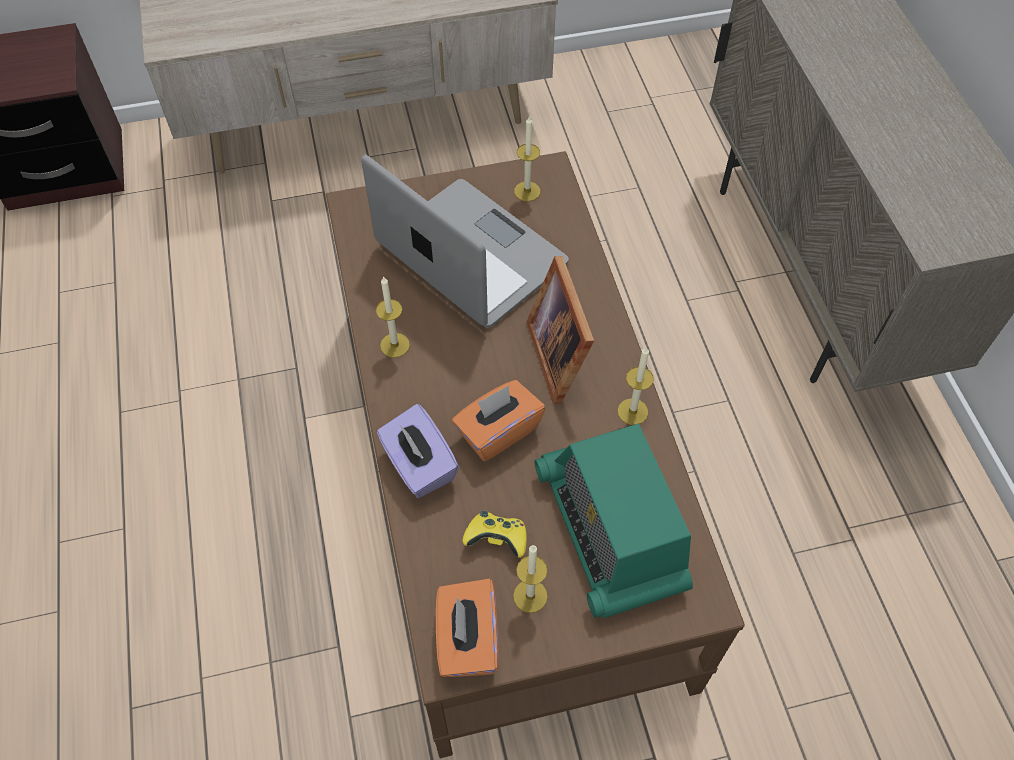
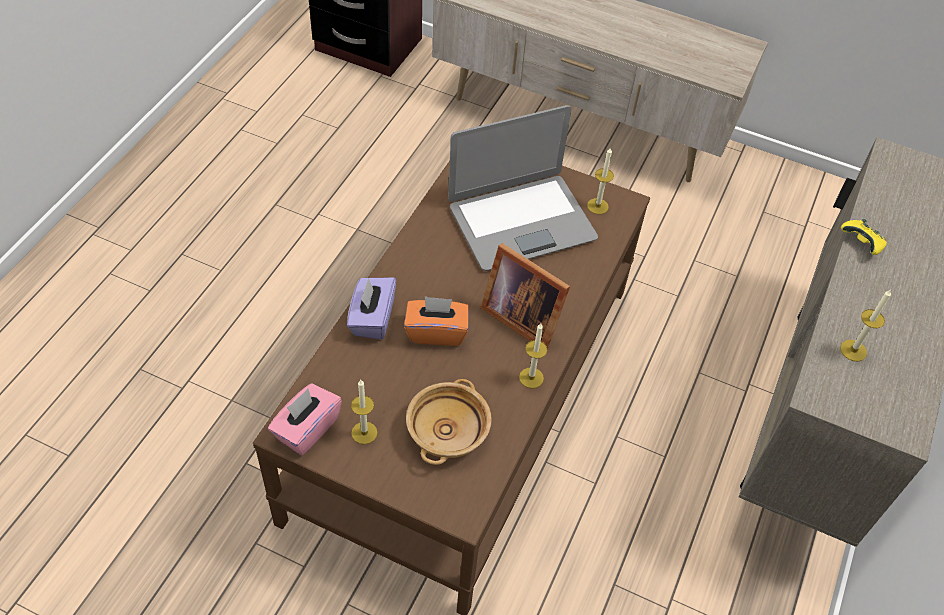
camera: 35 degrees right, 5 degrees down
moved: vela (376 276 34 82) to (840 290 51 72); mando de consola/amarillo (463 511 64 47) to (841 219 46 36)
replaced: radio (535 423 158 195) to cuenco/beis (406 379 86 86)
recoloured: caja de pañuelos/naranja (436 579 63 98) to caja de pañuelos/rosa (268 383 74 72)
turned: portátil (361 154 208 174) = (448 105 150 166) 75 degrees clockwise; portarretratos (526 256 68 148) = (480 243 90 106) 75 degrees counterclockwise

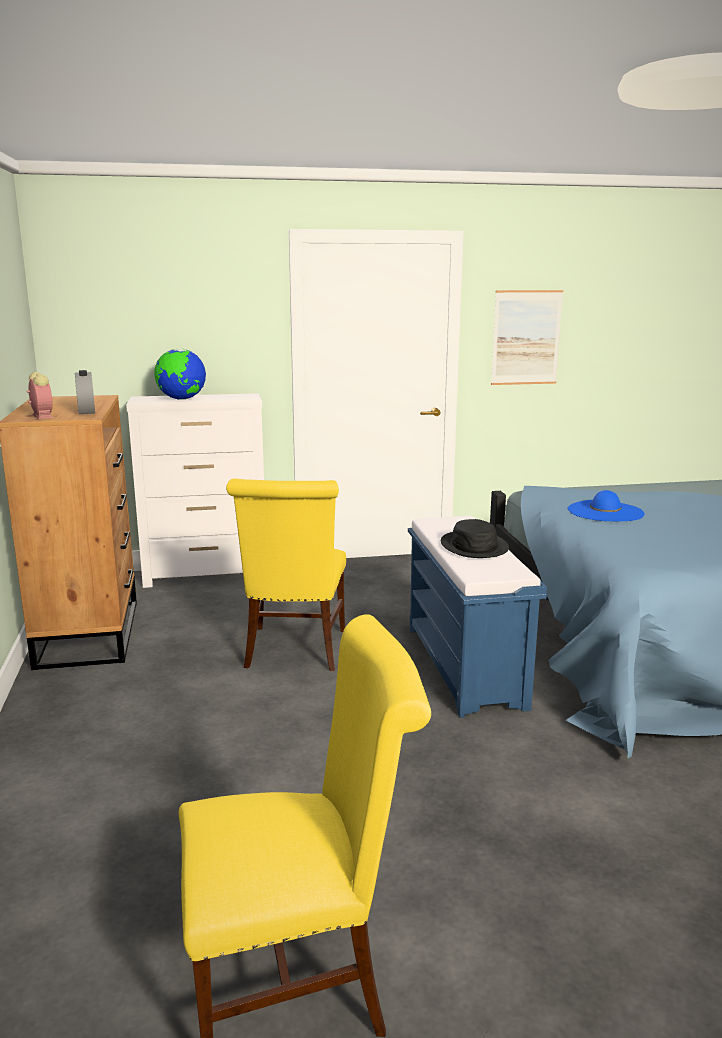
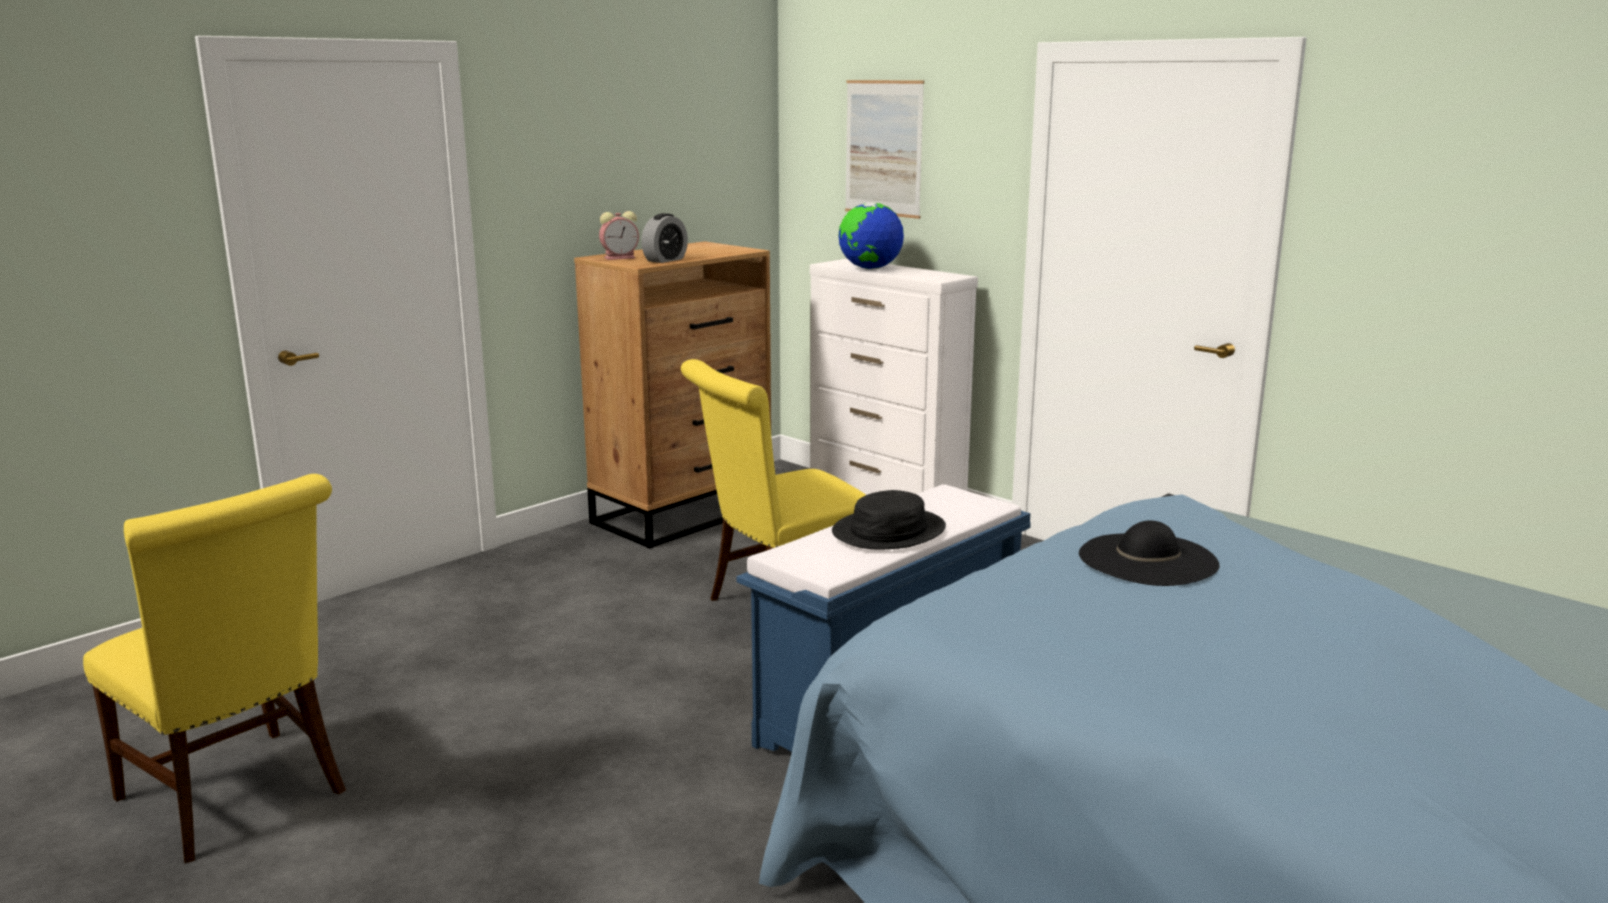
camera: 55 degrees right, 0 degrees up
moved: cuadro (491 290 72 95) to (845 80 79 139)
recoloured: sombrero/azul (568 490 76 31) to sombrero/negro (1079 520 141 66)
turned: despertador (27 372 26 47) = (599 211 40 49) 45 degrees clockwise

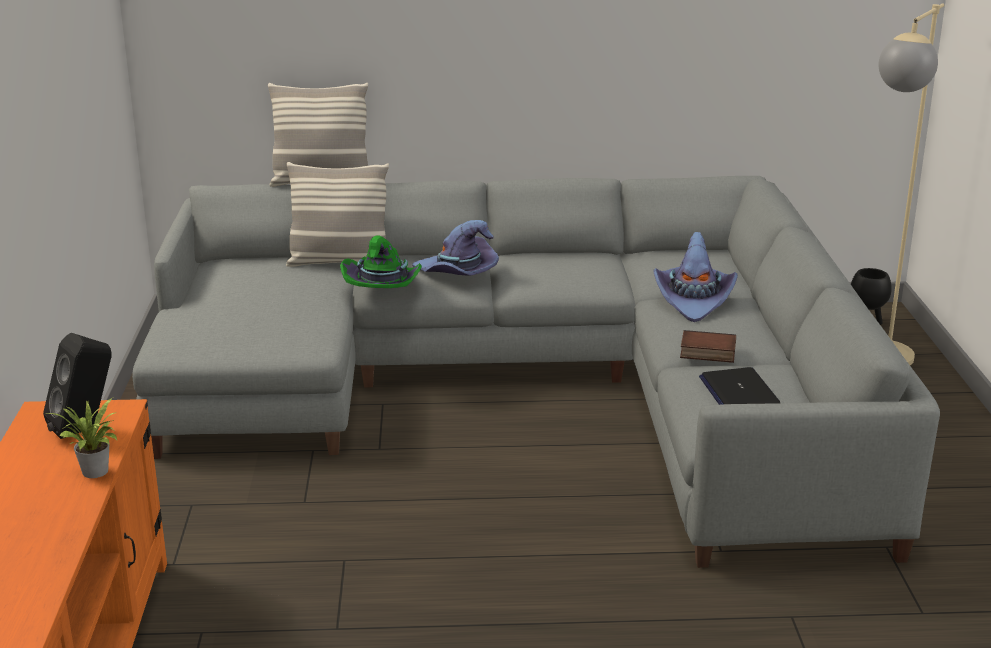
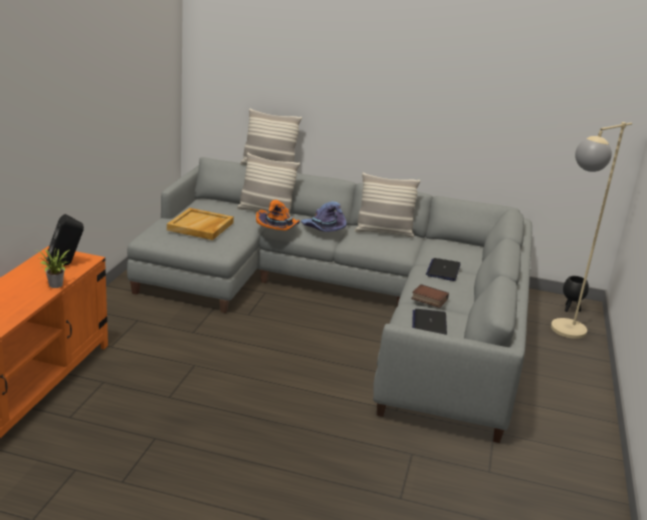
camera: 15 degrees right, 0 degrees up
added: bandeja/beis (167 208 67 32); cojín (355 172 65 65)
replaced: sombrero/morado (654 232 84 90) to portátil (426 258 34 23)
recoloured: sombrero/verde (340 235 82 53) to sombrero/naranja (256 200 44 30)

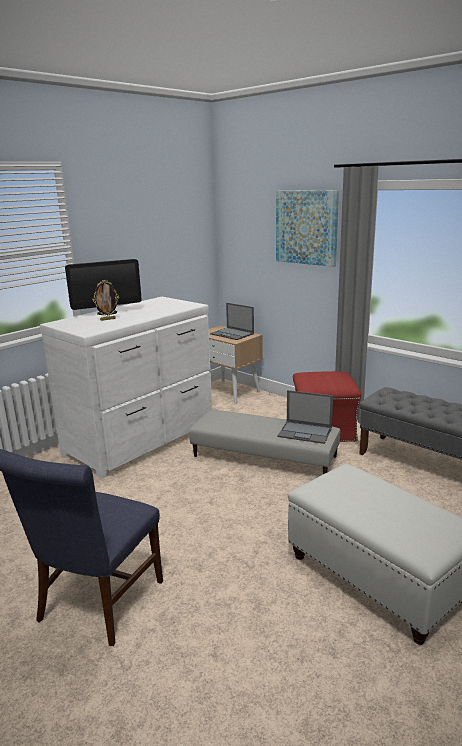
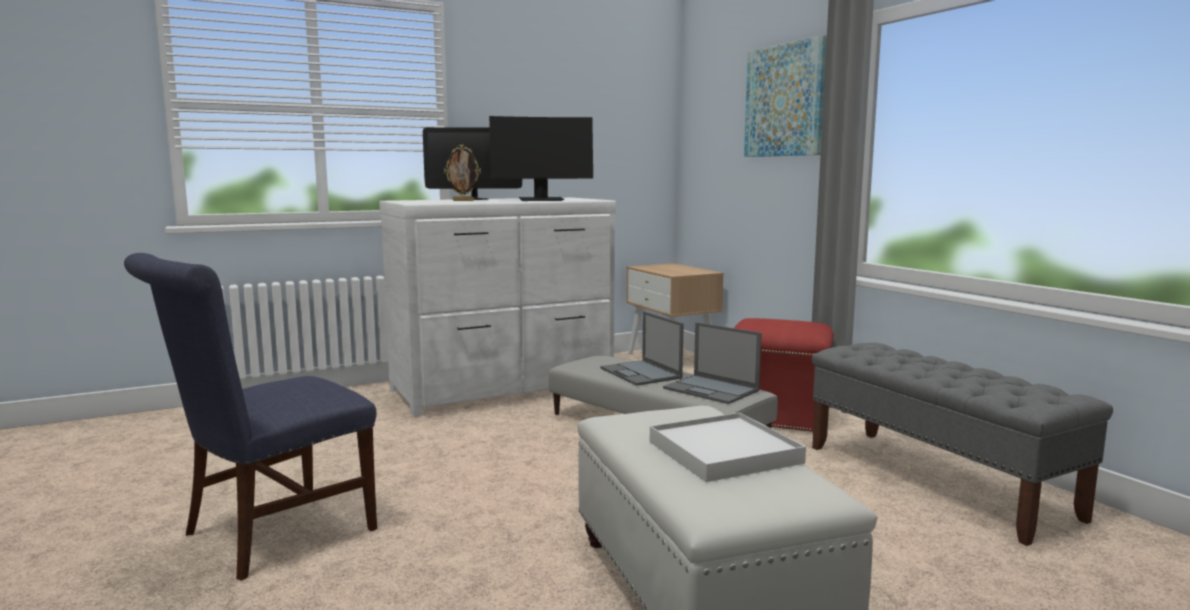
camera: 20 degrees right, 10 degrees down
added: monitor (489 116 104 85); bandeja/blanco (650 413 156 69)
moved: portátil (210 303 44 37) to (600 311 84 75)

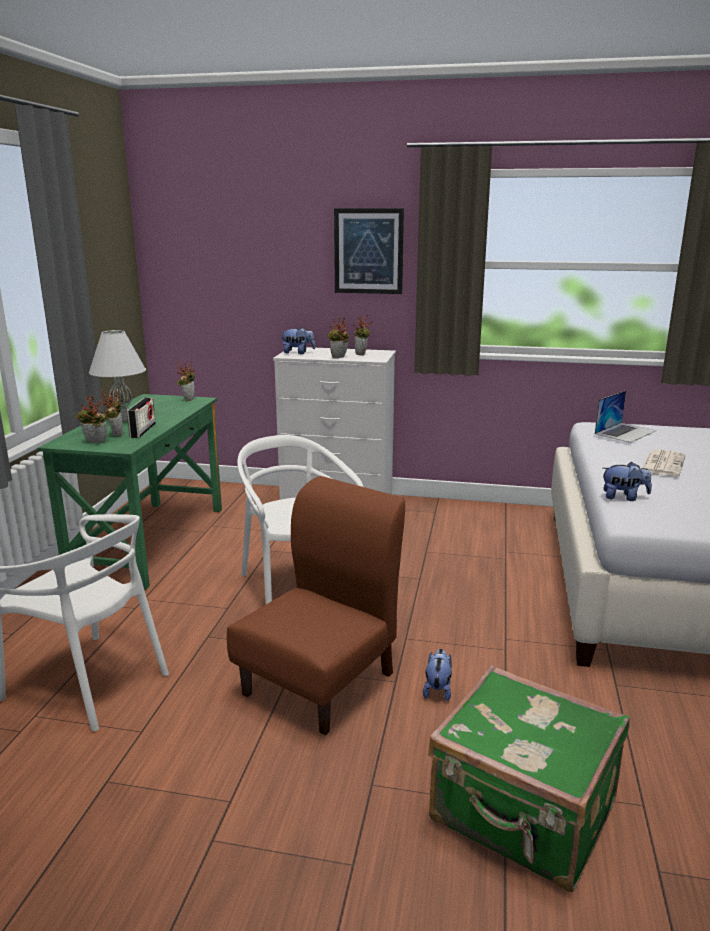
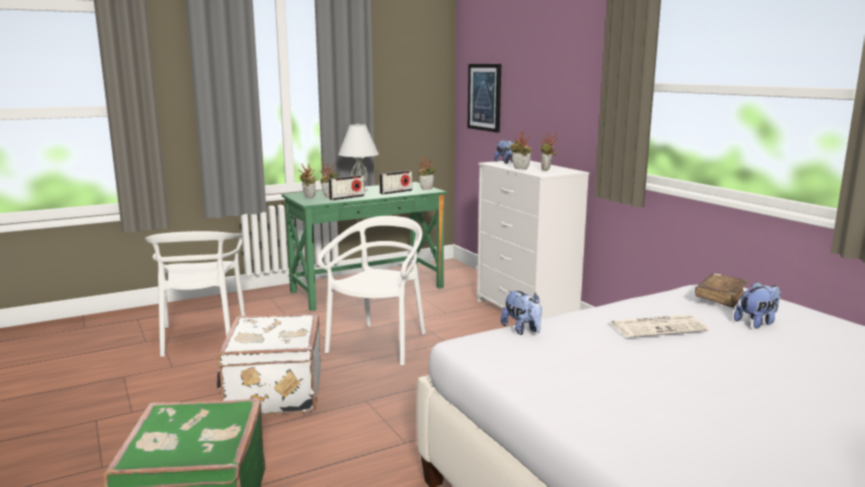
camera: 50 degrees right, 5 degrees down
added: radio (379 170 33 25)
moved: cuadro (334 208 70 86) to (468 64 33 69); peluche (423 649 29 52) to (734 282 47 47)
replaced: silla/marrón (227 476 178 259) to maleta/blanco (217 313 104 102); portátil (595 391 61 52) to libro/marrón (695 273 53 35)

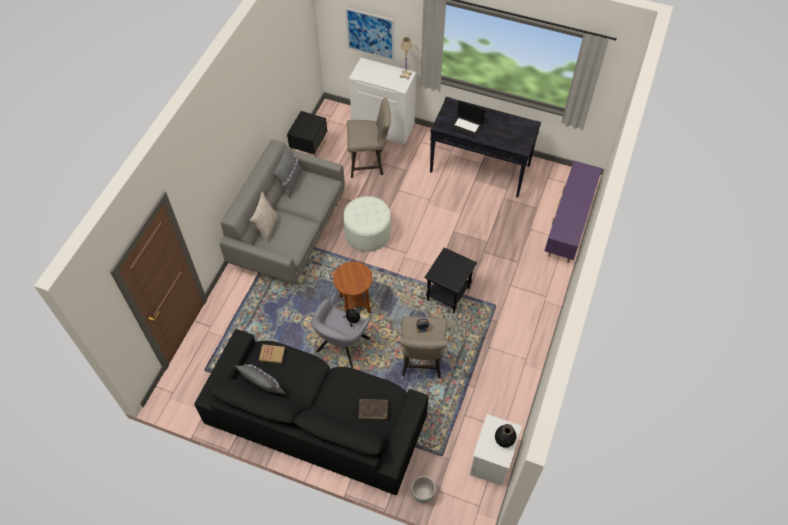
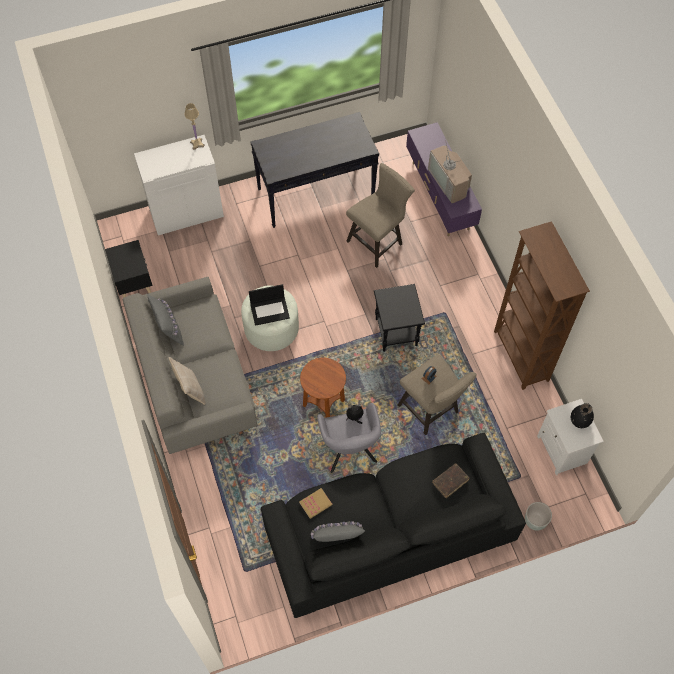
camera: 40 degrees left, 5 degrees up
removed: cuadro (345 8 49 52)
added: televisor (428 140 44 63); estantería/marrón (494 221 96 169)
moved: taburete/beis (347 98 44 80) to (346 163 69 105); portátil (449 100 36 38) to (249 284 41 42)

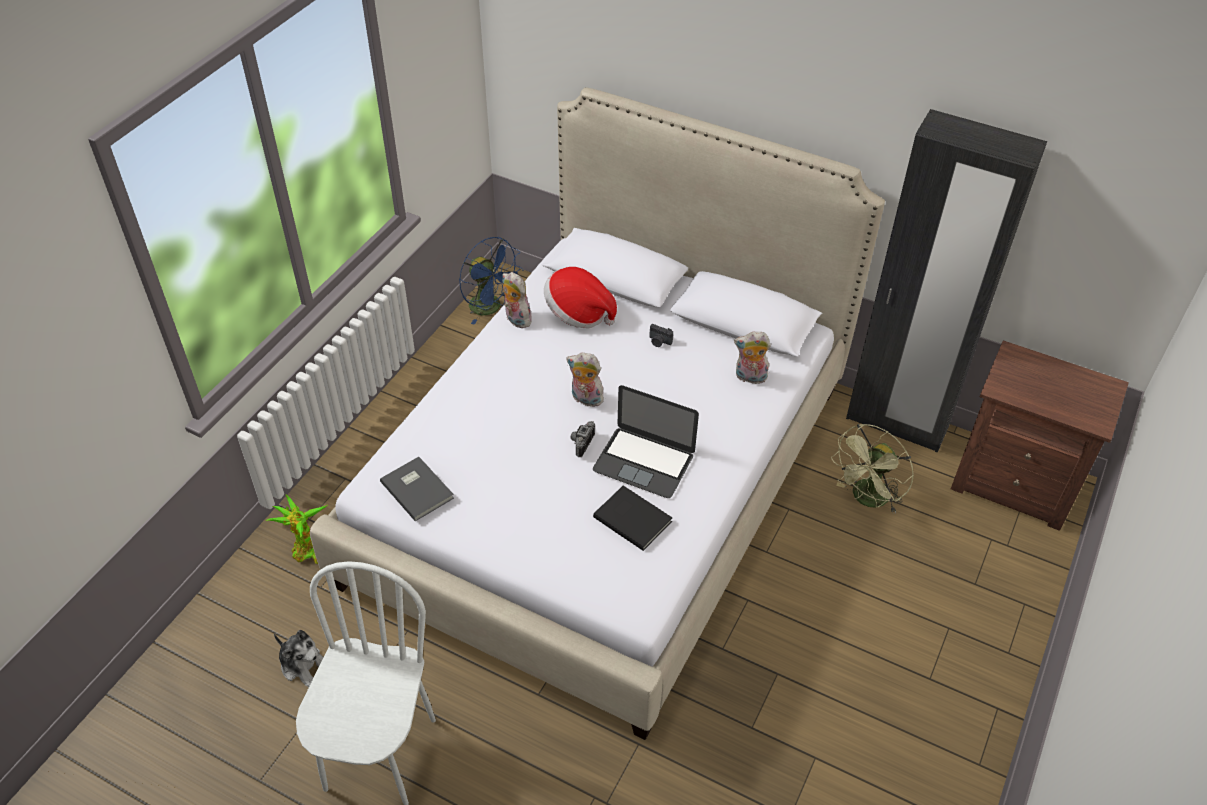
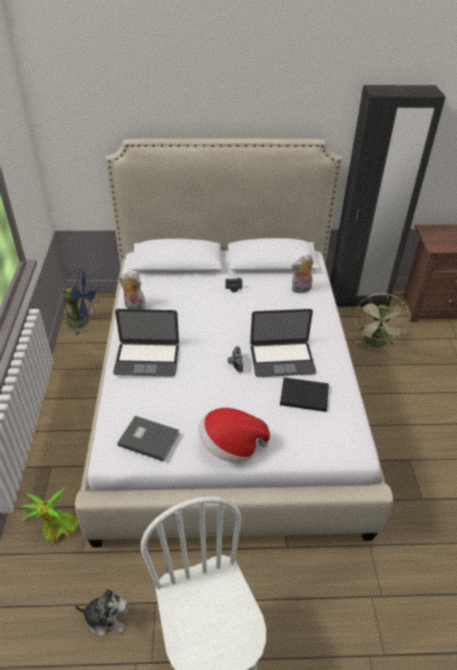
camera: 30 degrees left, 5 degrees down
removed: peluche (567 352 37 55)
added: portátil (113 309 66 68)
moved: sombrero (544 267 73 62) to (198 408 72 55)

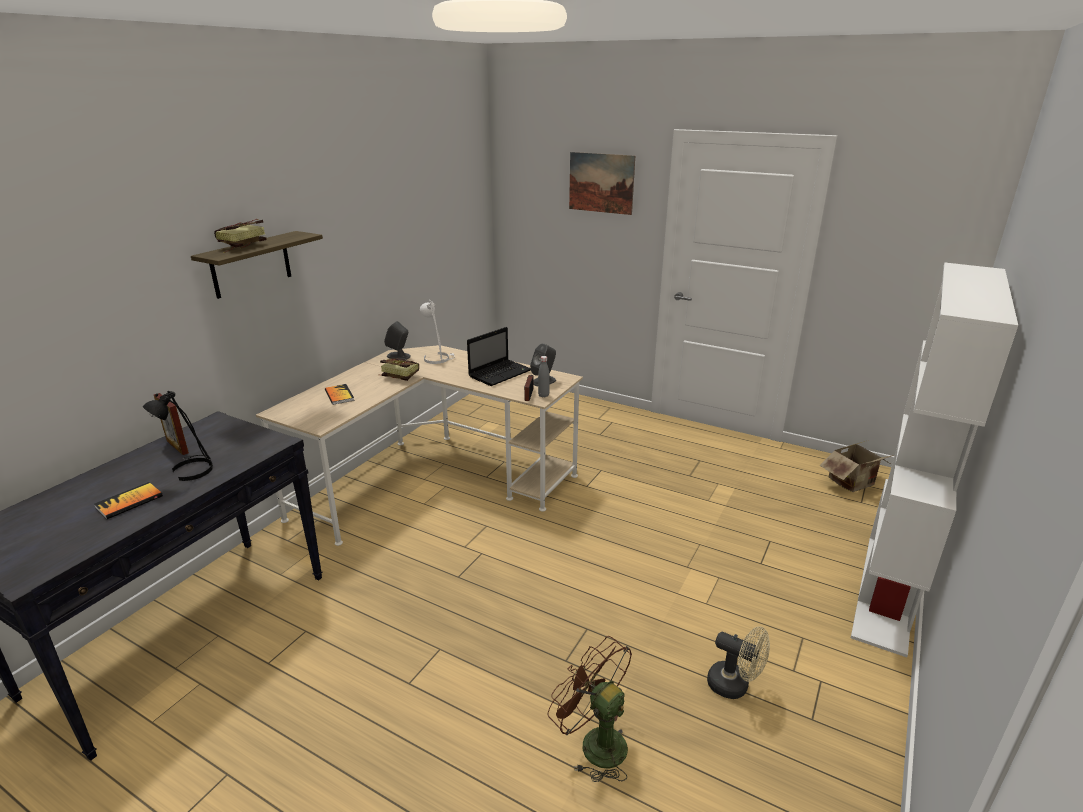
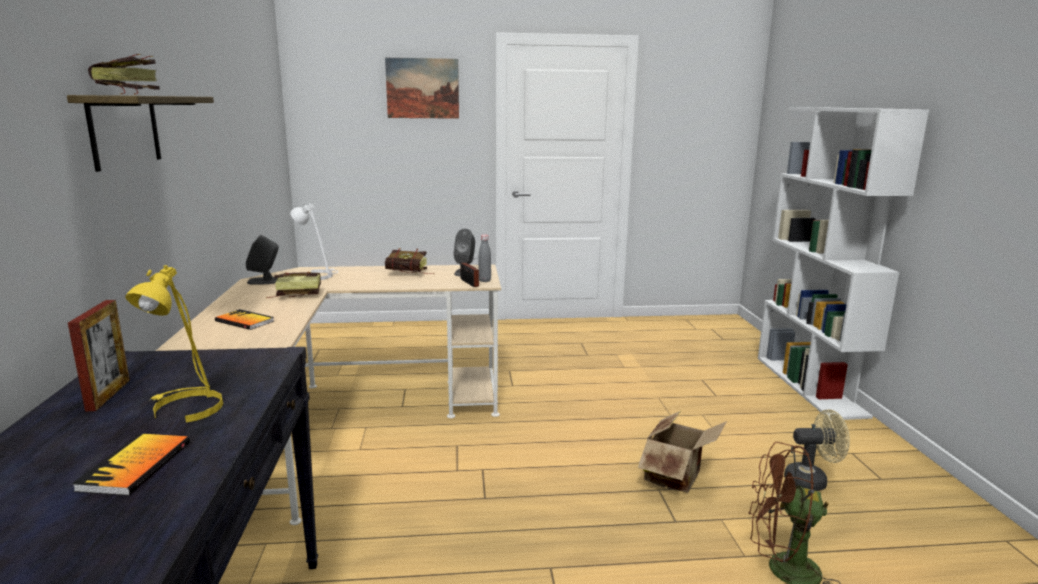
camera: 35 degrees left, 10 degrees down
moved: caja de cartón (819 440 75 52) to (638 410 89 83)
replaced: portátil (467 327 64 59) to libro (385 248 50 26)
recoloured: lámpara de mesa/negro (143 391 70 90) to lámpara de mesa/amarillo (125 265 98 157)
turned: portarretratos (154 393 35 62) = (68 300 62 111) 105 degrees counterclockwise

